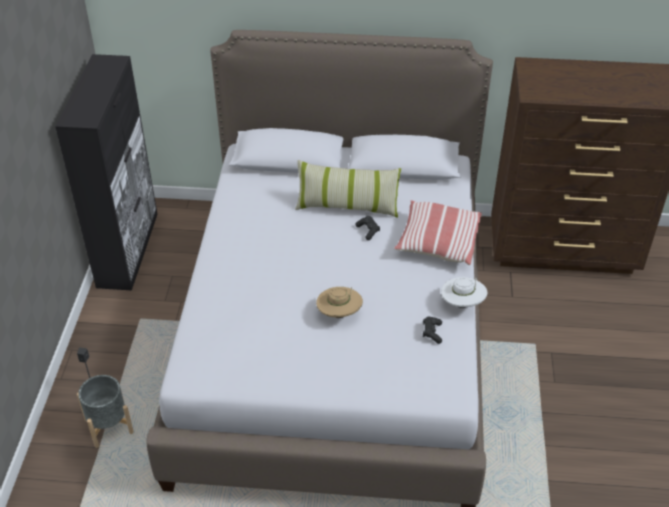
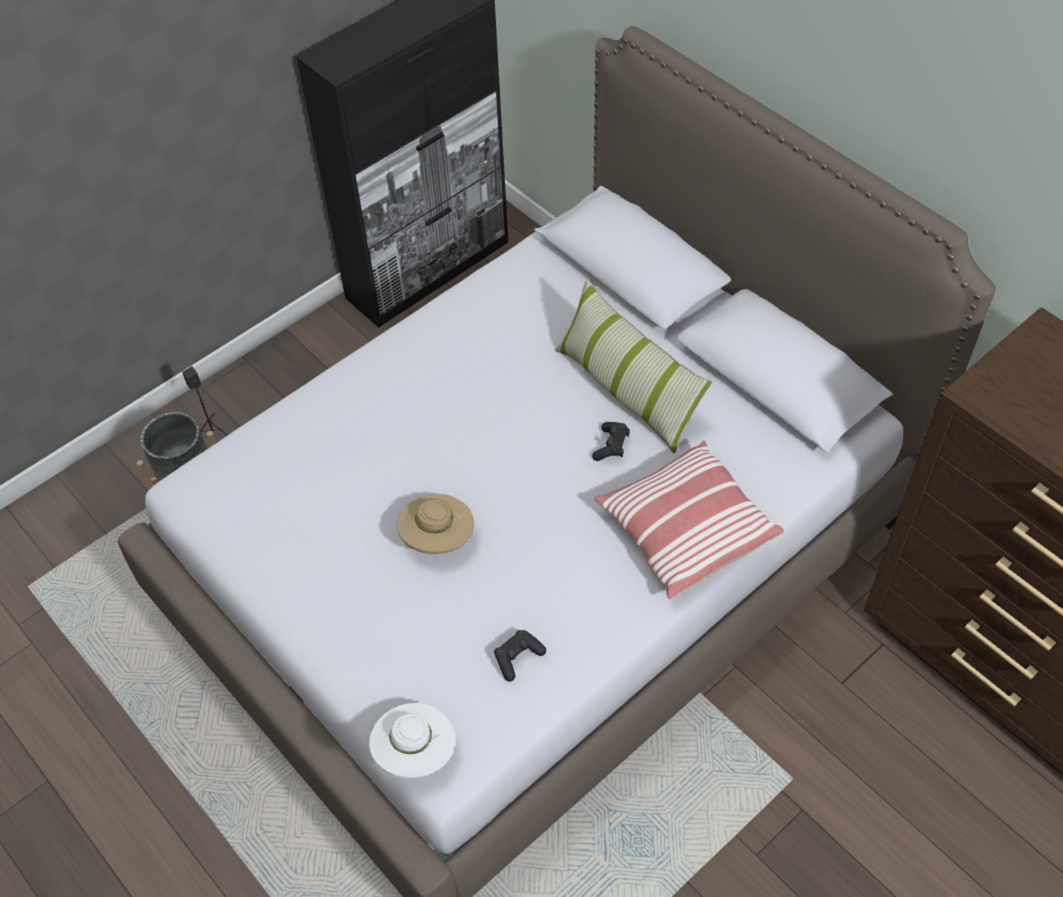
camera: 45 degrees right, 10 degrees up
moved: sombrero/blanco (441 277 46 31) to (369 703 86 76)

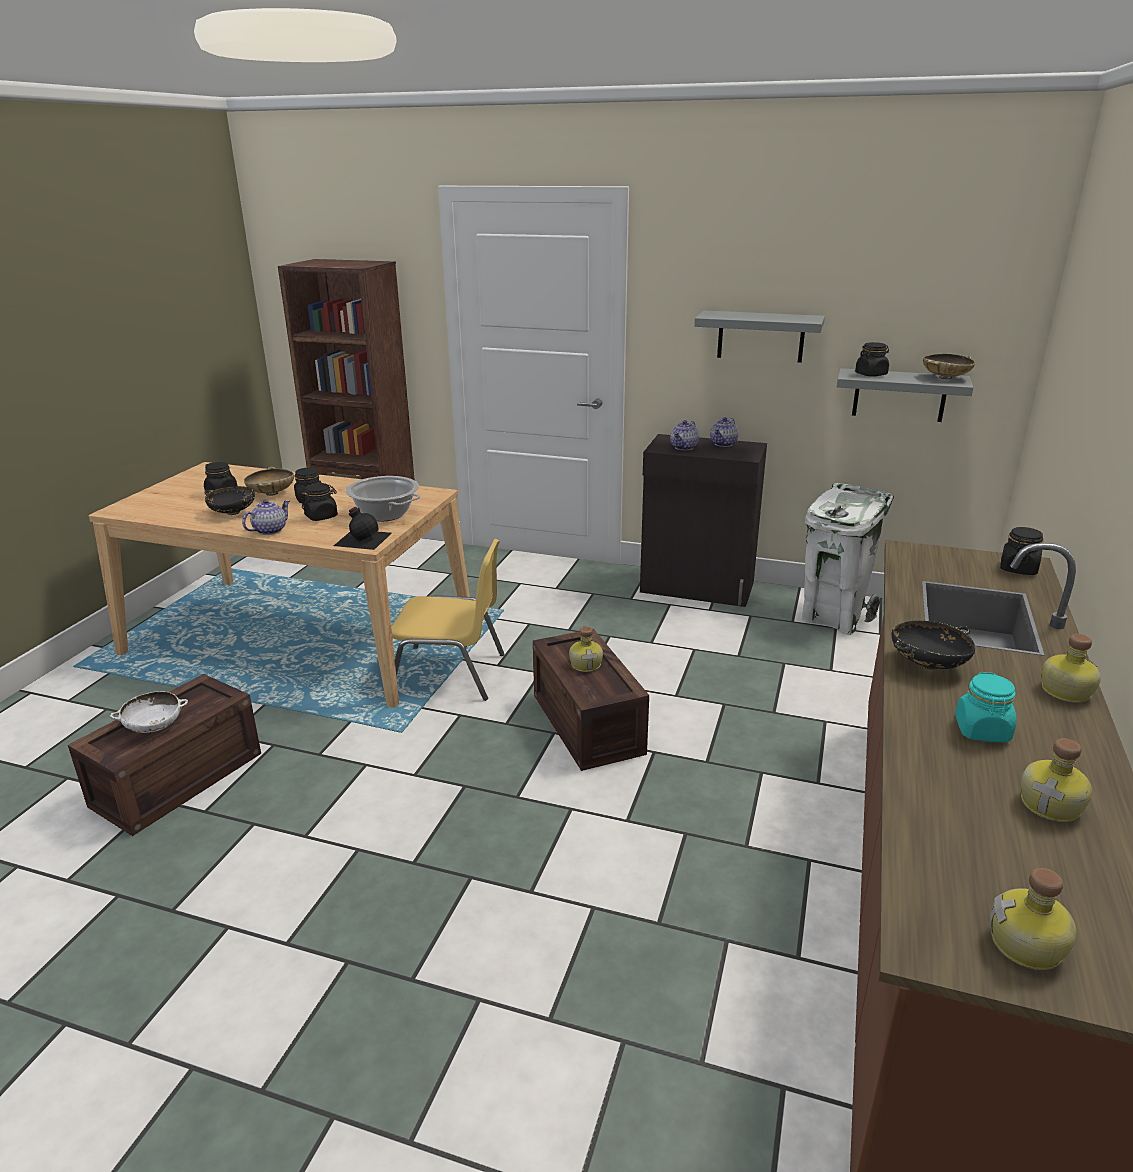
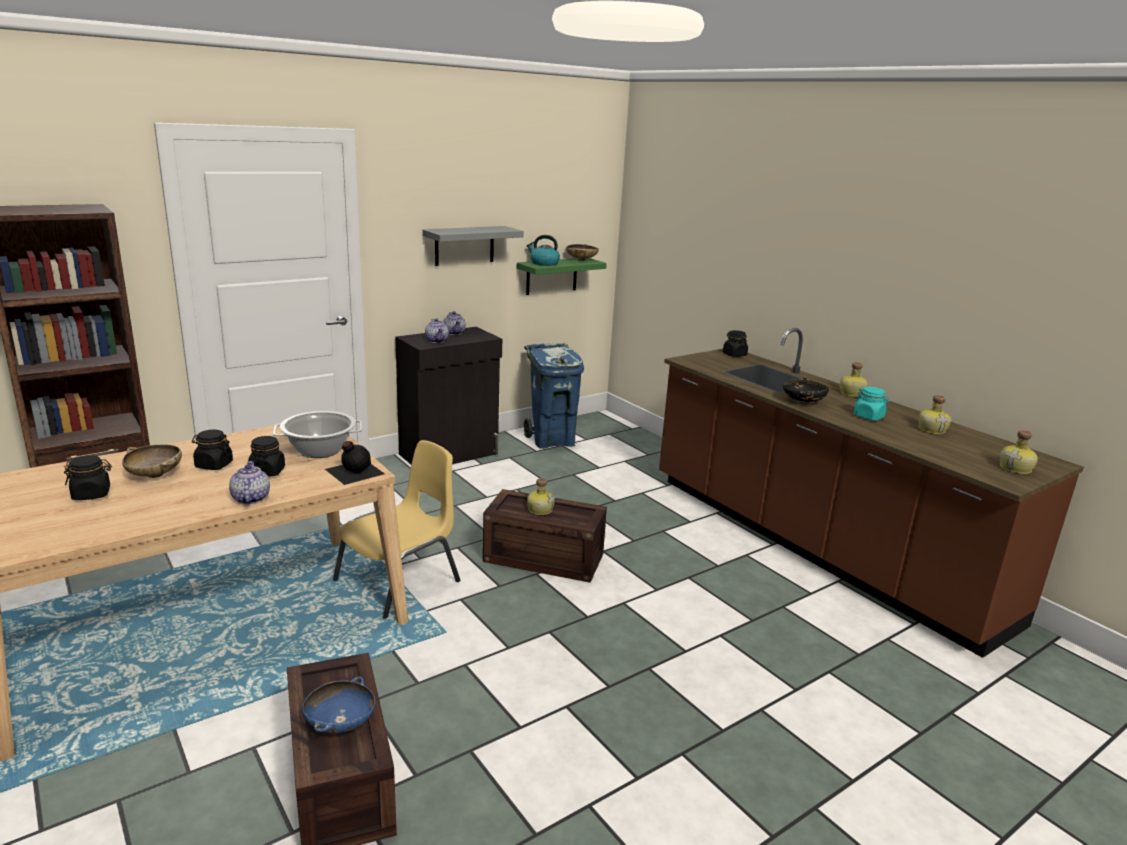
camera: 55 degrees left, 5 degrees down
removed: cuenco/negro (205 486 50 29)
replaced: tarro/negro (855 342 34 35) to hervidor (527 235 33 31)
recoloured: cuenco/blanco (110 691 78 42) to cuenco/azul (302 676 74 58); papelera/blanco (802 483 92 152) to papelera/azul (524 343 60 106); estante/gris (837 368 136 54) to estante/verde (517 258 90 37)

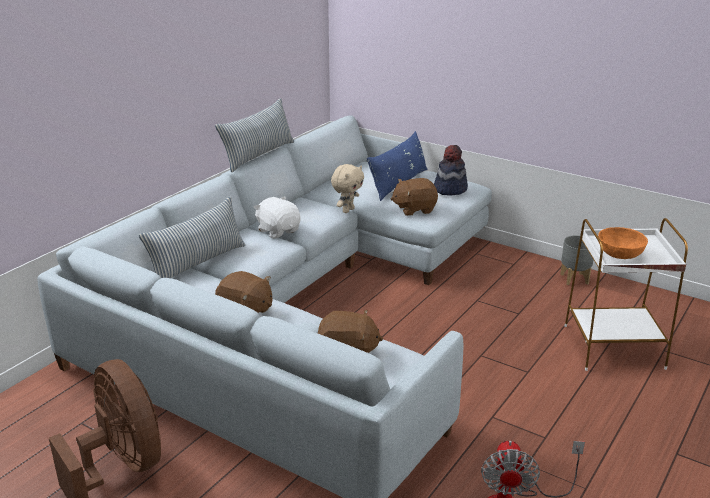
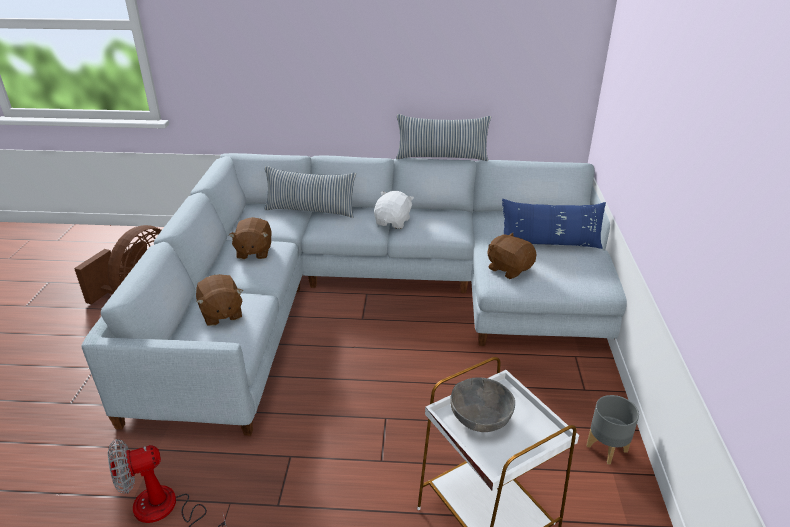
camera: 60 degrees right, 5 degrees up
removed: peluche/beis (331 164 33 49); sombrero (434 145 34 51)
recoloured: cuenco/naranja (598 227 50 32) to cuenco/gris (450 377 65 55)

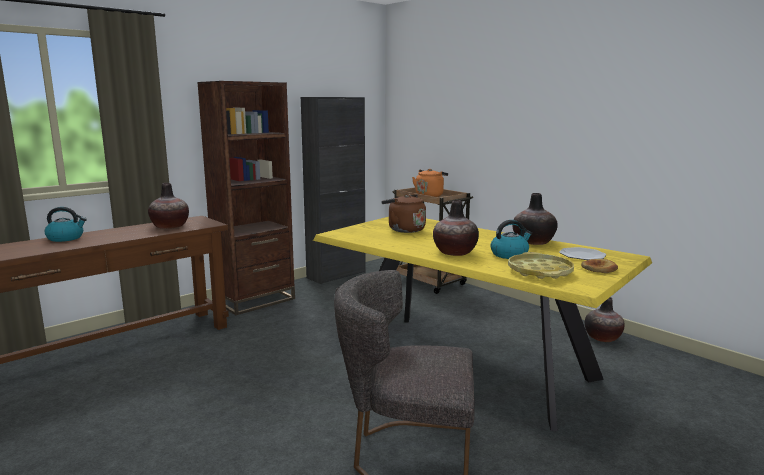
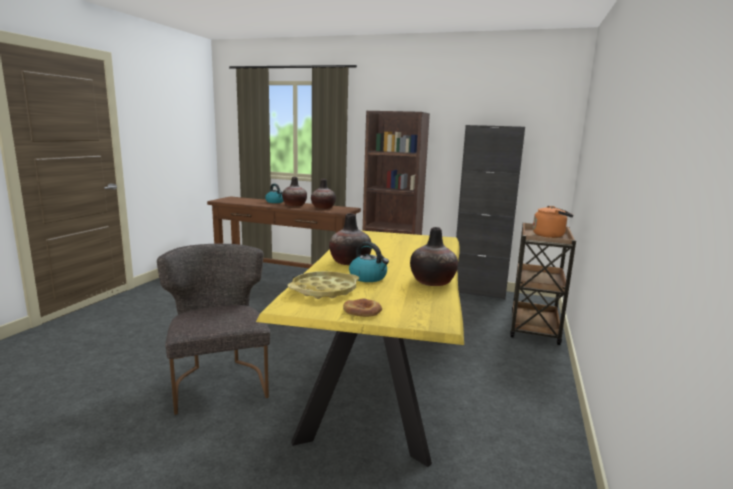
camera: 60 degrees right, 0 degrees up
removed: hervidor/marrón (381 194 45 39); plato (559 247 47 13)
moved: florero (585 297 40 45) to (282 177 25 30)

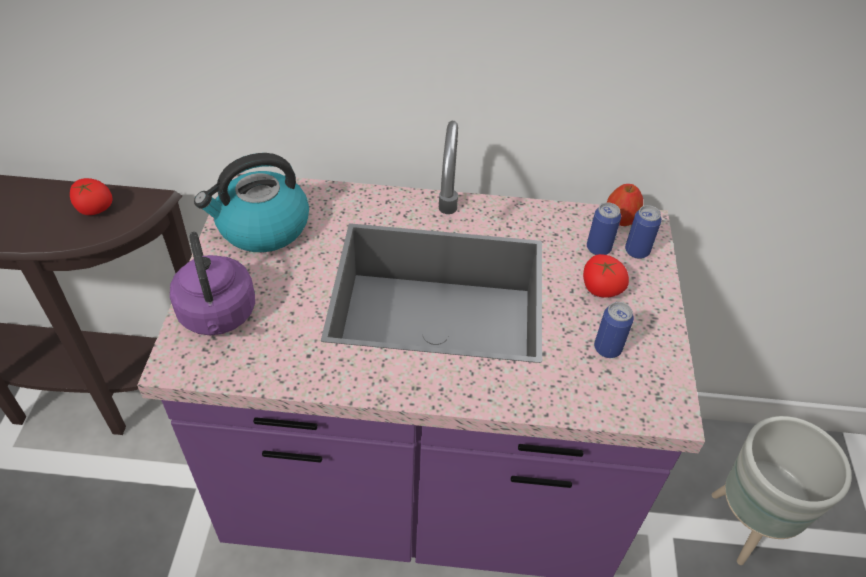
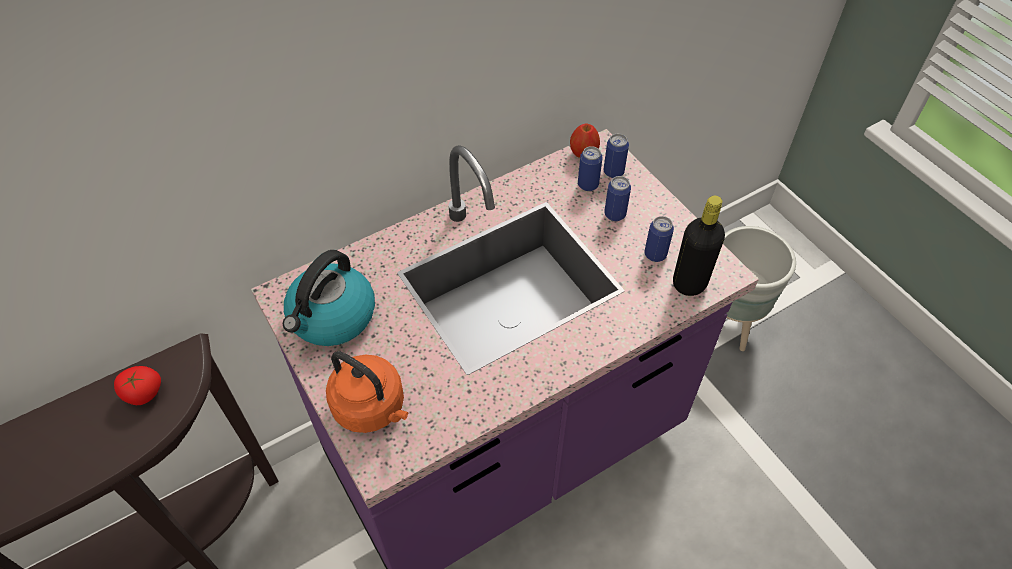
camera: 35 degrees left, 5 degrees up
added: botella/negro (673 196 52 100)
replaced: tomate (583 254 46 44) to lata (604 176 27 45)
recoloured: hervidor/morado (170 232 85 103) to hervidor/naranja (326 351 82 82)

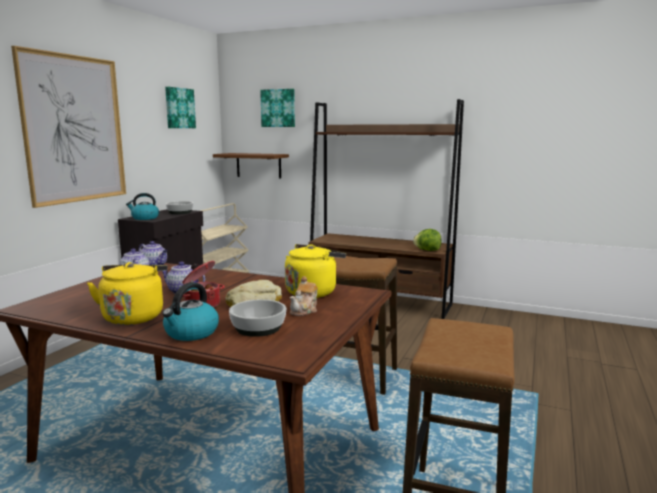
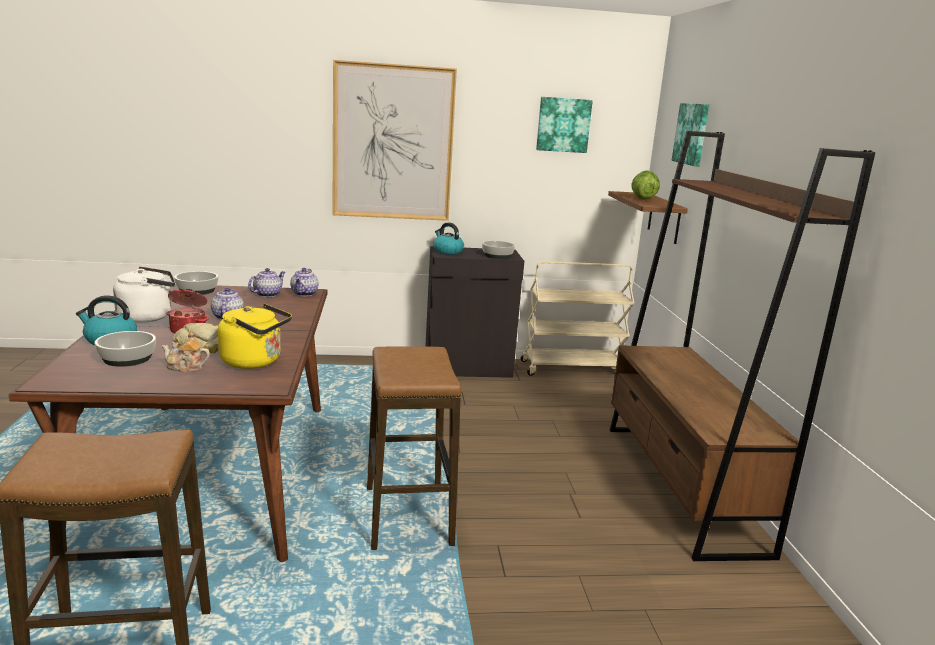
camera: 60 degrees right, 5 degrees up
added: cuenco (174 271 44 24)
moved: lechuga (413 229 29 22) to (631 170 29 30)
recoloured: hervidor/amarillo (87 262 80 63) to hervidor/blanco (113 267 62 56)

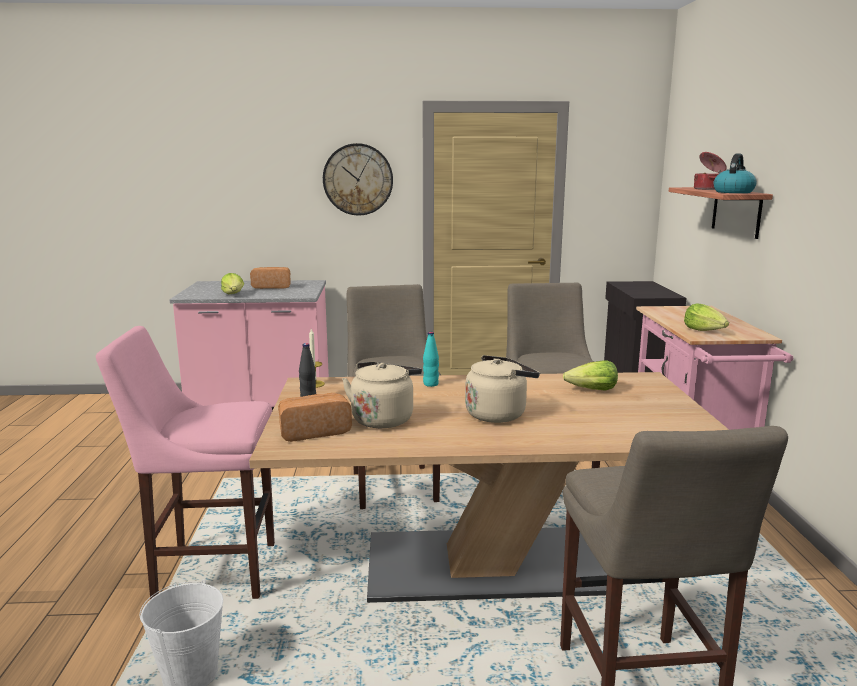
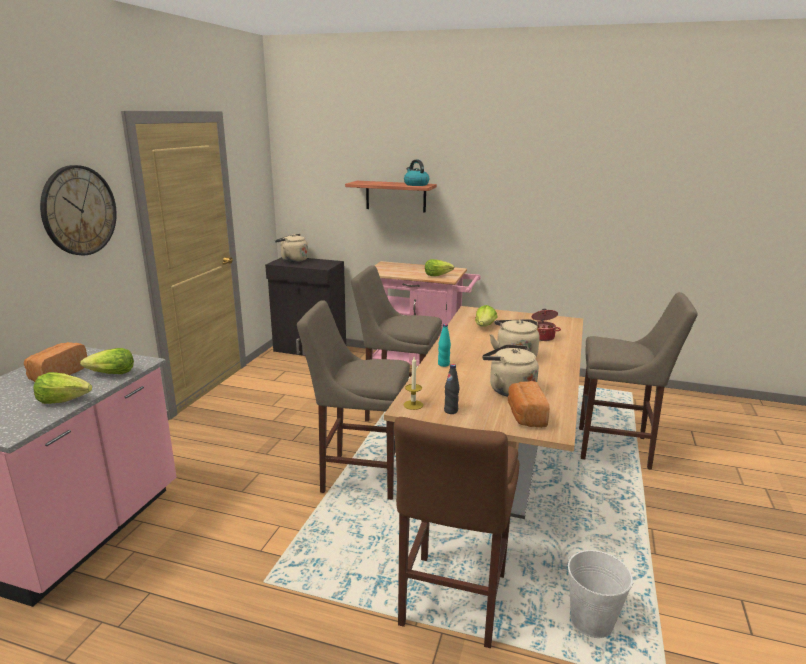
camera: 70 degrees left, 5 degrees up
added: lechuga (80 348 54 26); hervidor/beis (275 234 33 28)
moved: olla (694 152 33 38) to (532 309 29 32)
recoloured: taburete/rosa (96 326 179 273) to taburete/marrón (394 417 125 231)

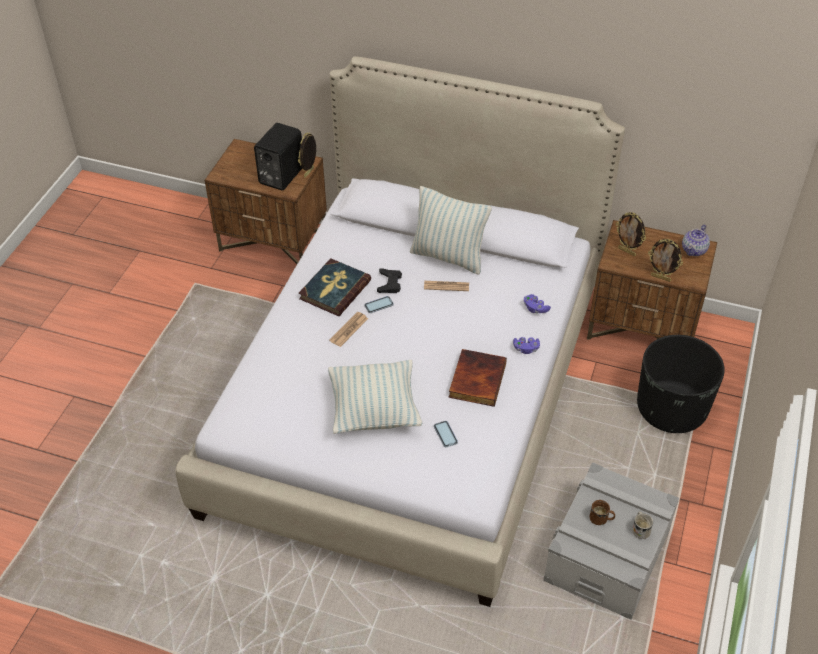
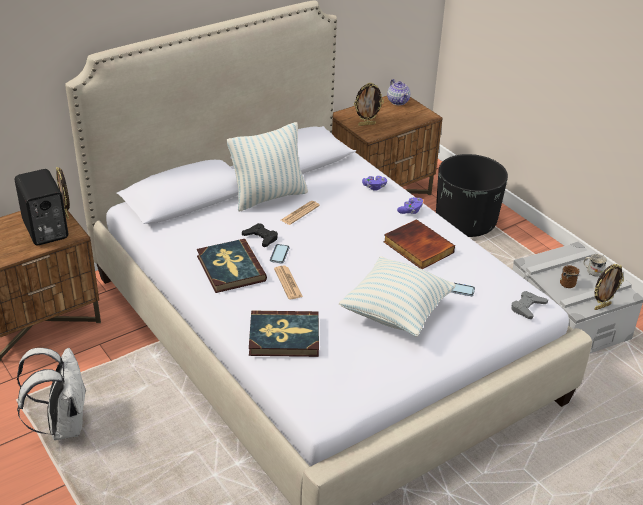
camera: 55 degrees left, 10 degrees down
added: mochila/blanco (17 348 68 92); libro (249 310 70 47); mando de consola/gris (511 291 37 28)
moved: portarretratos (648 239 35 43) to (595 264 29 46)

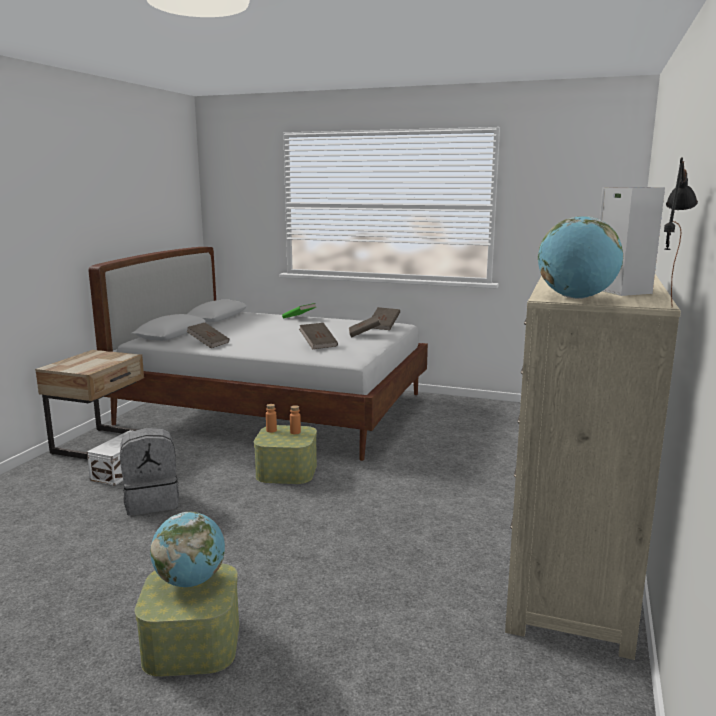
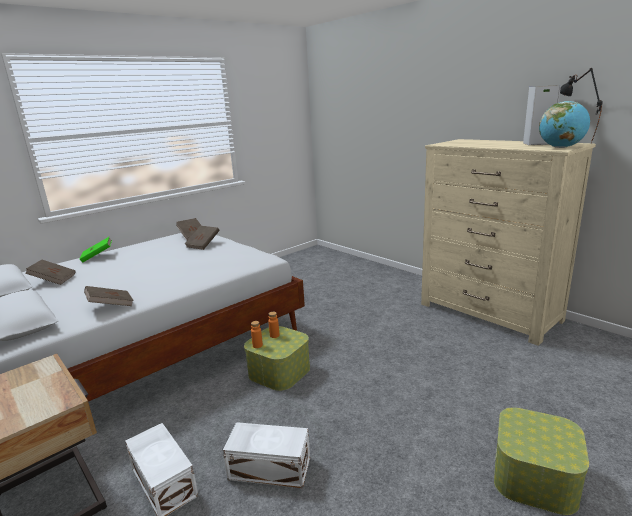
camera: 60 degrees left, 5 degrees up
removed: globo terráqueo (150 512 75 75)
moved: libro/marrón (299 323 39 26) to (25 260 51 25)
replaced: mochila/gris (120 428 59 88) to caja de almacenaje/blanco (223 422 87 66)

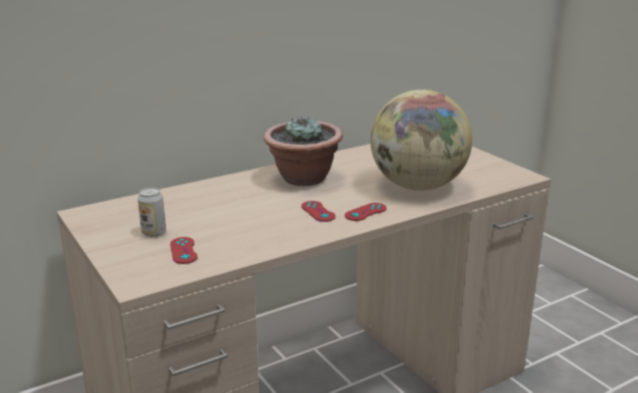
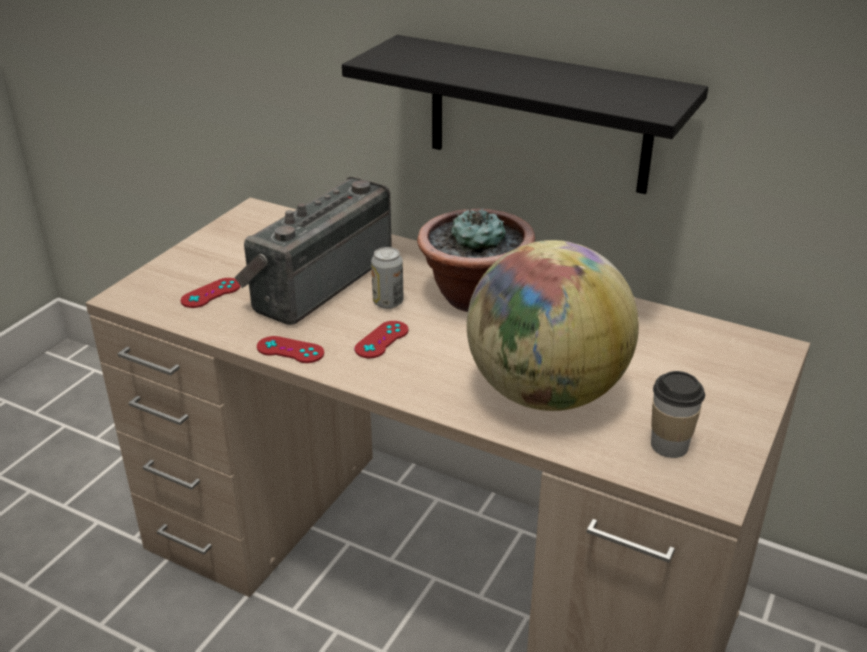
camera: 60 degrees right, 10 degrees up
added: radio (234 177 158 148); estante/negro (342 35 366 159); taza (651 371 54 87)
moved: lata (138 188 28 49) to (371 247 32 62); mando de consola/rojo (345 203 42 18) to (257 336 67 27)

